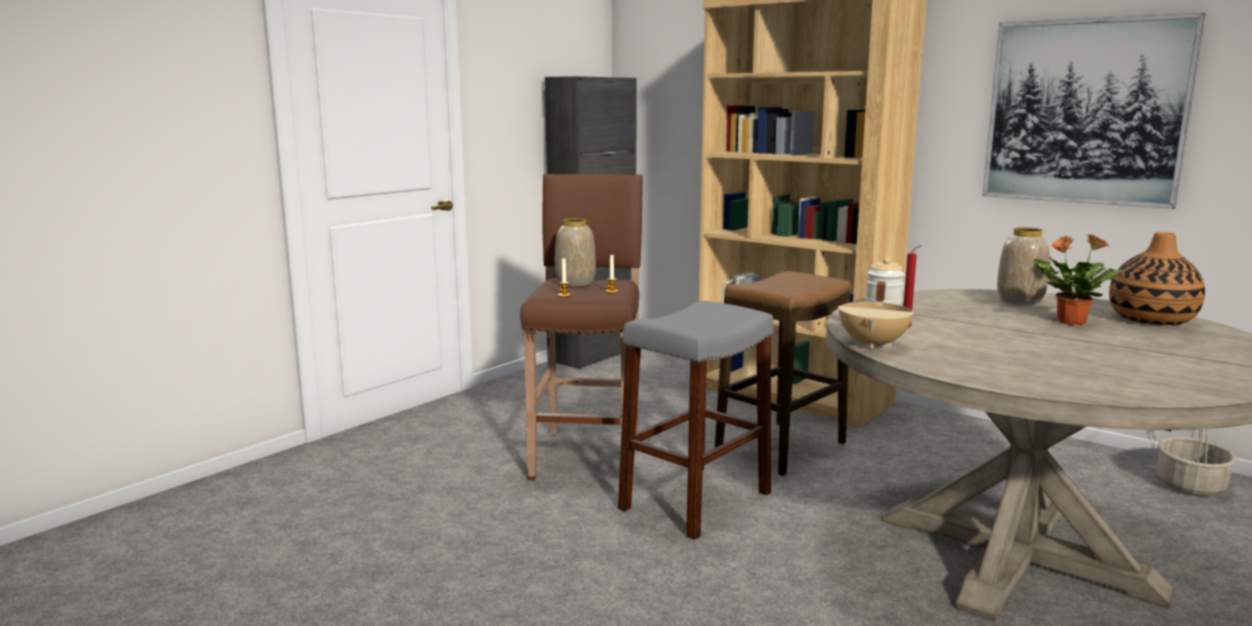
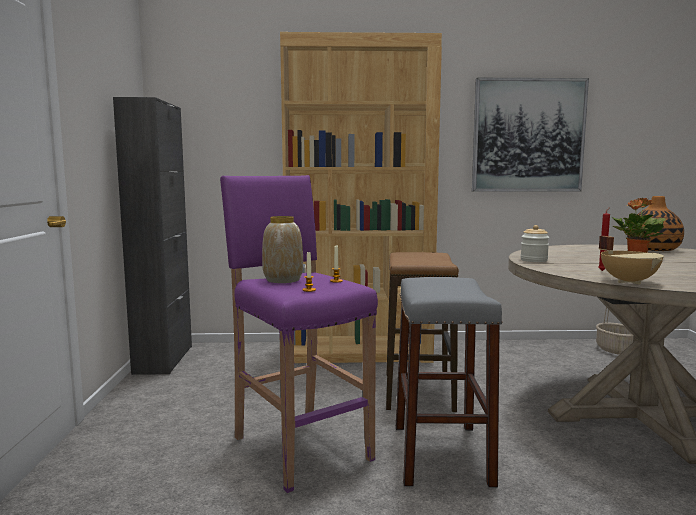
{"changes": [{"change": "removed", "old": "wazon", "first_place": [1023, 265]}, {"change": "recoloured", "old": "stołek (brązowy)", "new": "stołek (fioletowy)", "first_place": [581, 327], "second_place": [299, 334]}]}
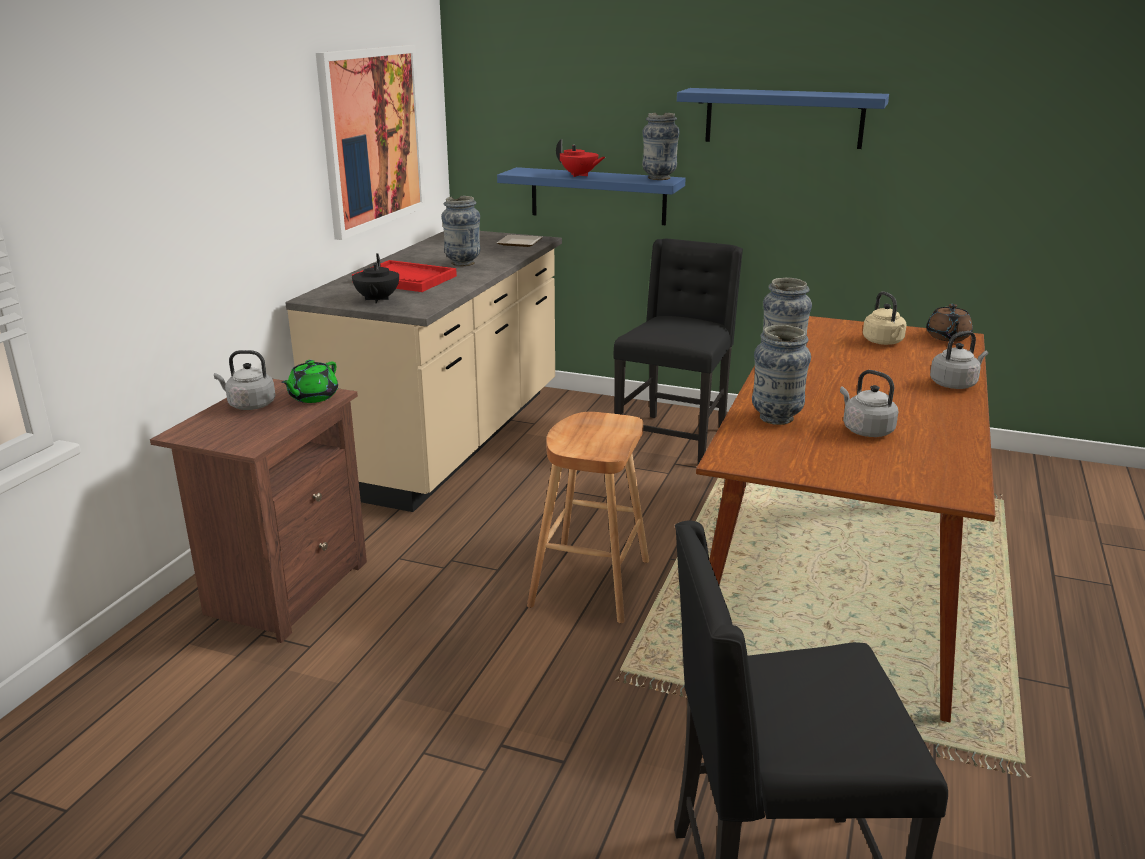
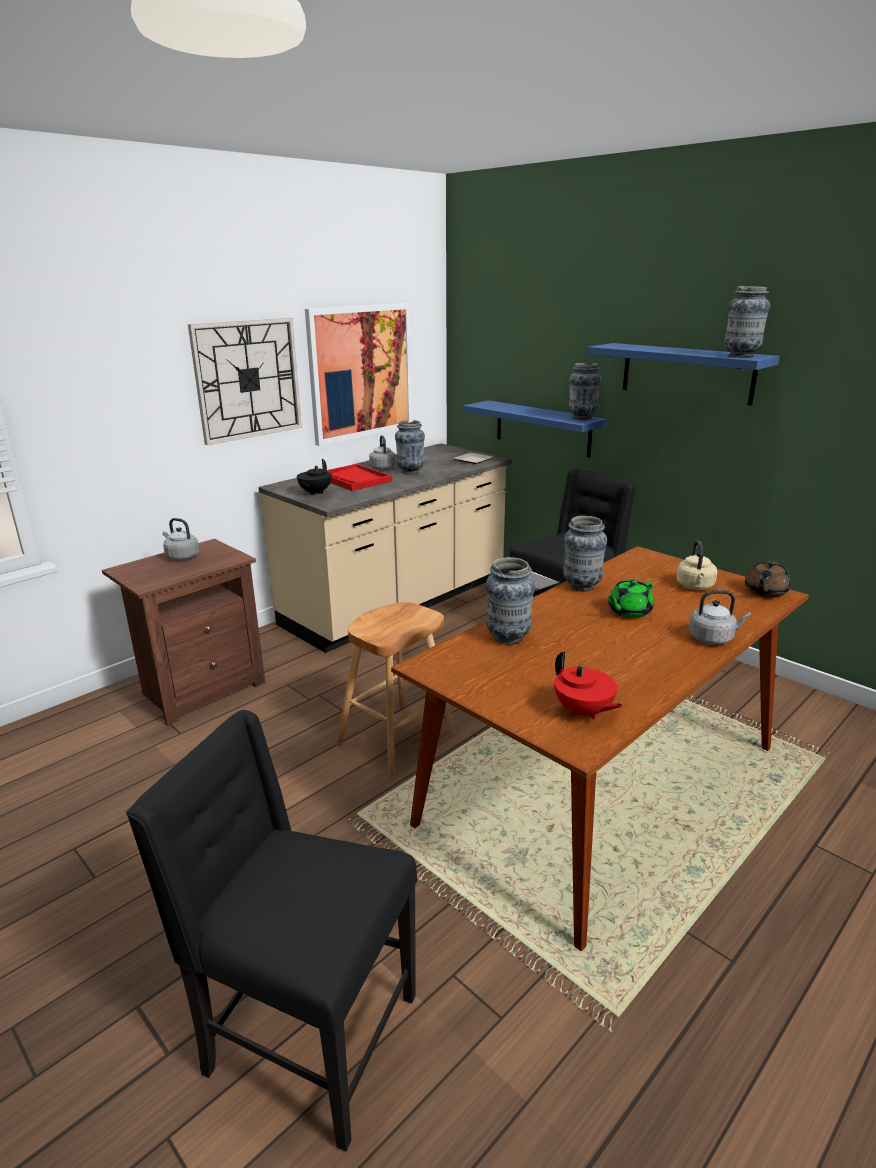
{"changes": [{"change": "added", "new": "zegar ścienny", "second_place": [245, 381]}, {"change": "added", "new": "wazon", "second_place": [747, 322]}, {"change": "moved", "old": "imbryk (zielony)", "first_place": [309, 381], "second_place": [631, 598]}, {"change": "moved", "old": "imbryk (czerwony)", "first_place": [580, 158], "second_place": [588, 685]}, {"change": "moved", "old": "czajnik (szary)", "first_place": [869, 403], "second_place": [382, 452]}]}
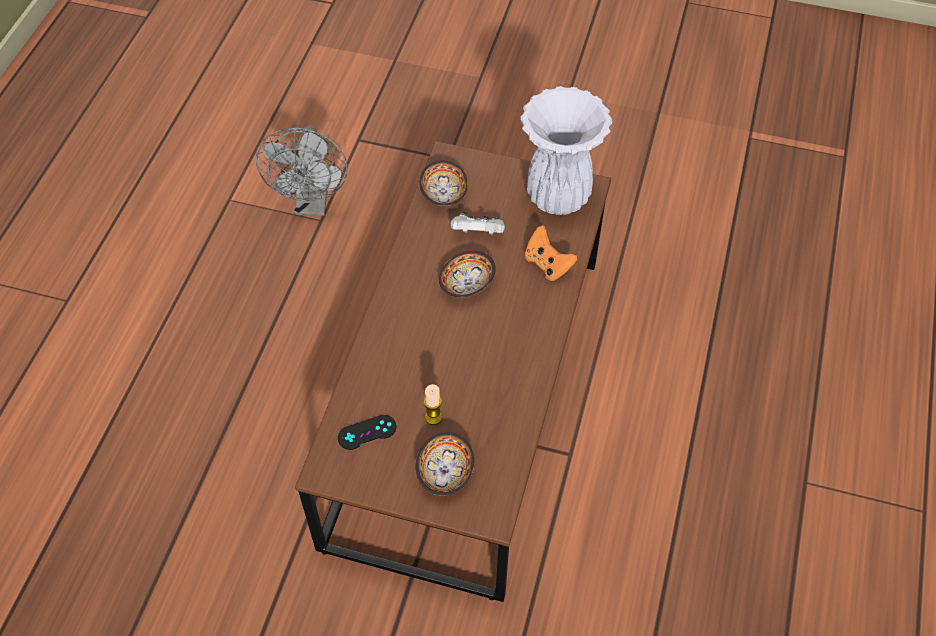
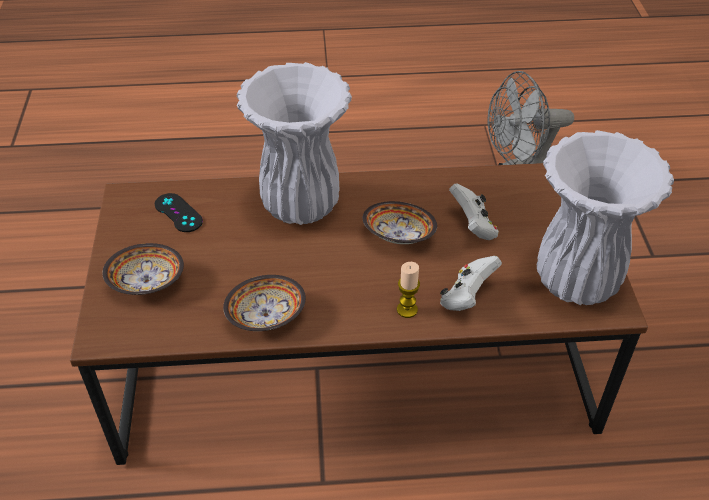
{"changes": [{"change": "added", "new": "wazon (biały)", "second_place": [294, 143]}, {"change": "moved", "old": "miska", "first_place": [443, 183], "second_place": [264, 303]}, {"change": "moved", "old": "świeca", "first_place": [433, 404], "second_place": [408, 290]}, {"change": "recoloured", "old": "pad do gier (pomarańczowy)", "new": "pad do gier (biały)", "first_place": [551, 253], "second_place": [471, 283]}]}
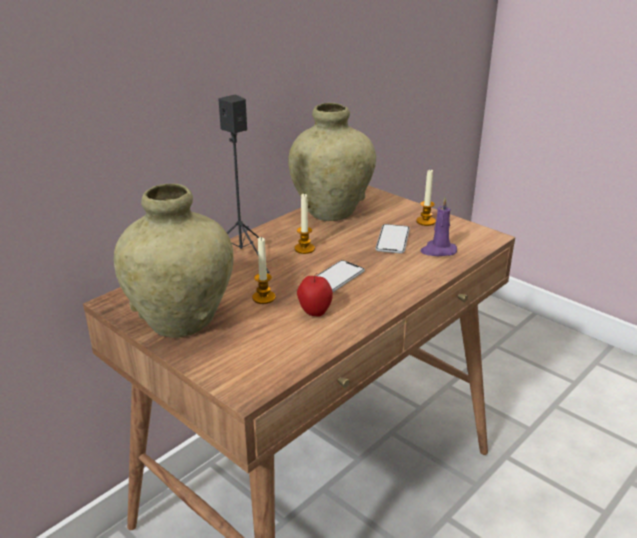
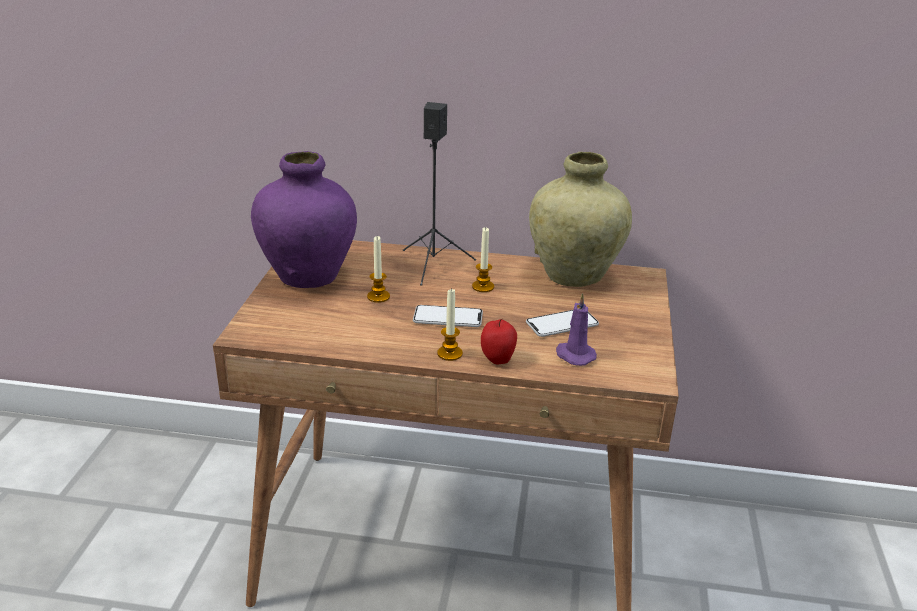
{"changes": [{"change": "moved", "old": "jabłko", "first_place": [315, 295], "second_place": [499, 341]}, {"change": "moved", "old": "świeca", "first_place": [426, 197], "second_place": [450, 324]}, {"change": "recoloured", "old": "wazon (beżowy)", "new": "wazon (fioletowy)", "first_place": [173, 261], "second_place": [304, 219]}]}
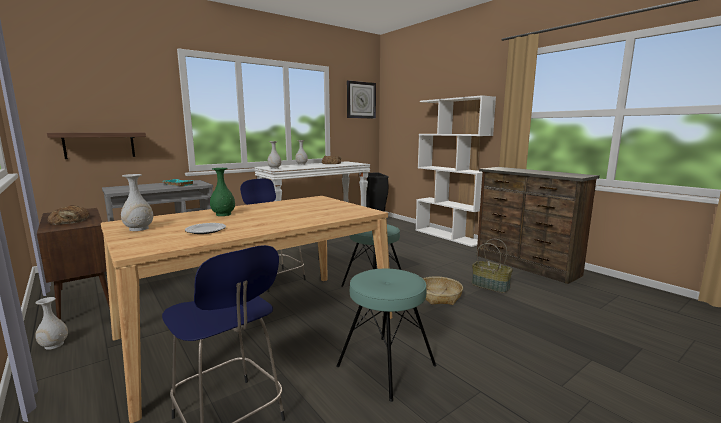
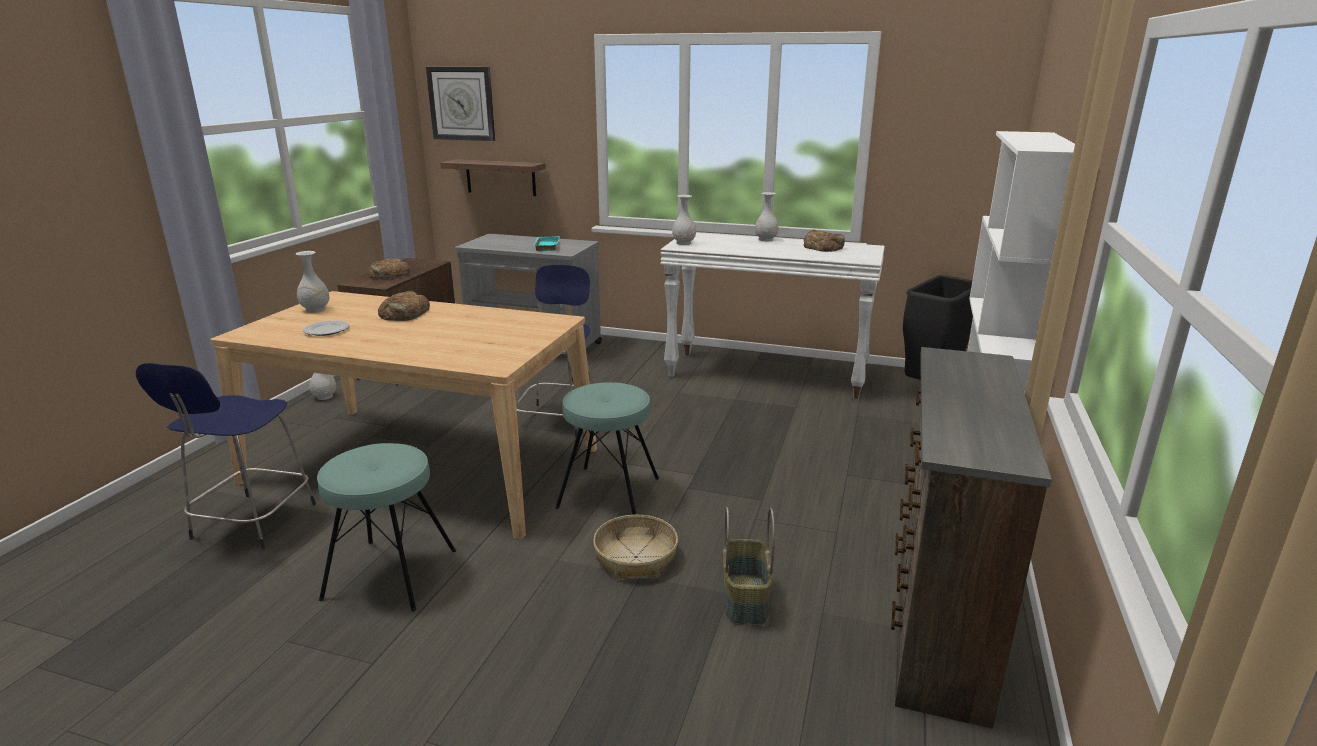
{"changes": [{"change": "moved", "old": "zegar ścienny", "first_place": [361, 99], "second_place": [460, 104]}, {"change": "replaced", "old": "wazon (zielony)", "new": "chleb", "first_place": [222, 192], "second_place": [404, 306]}]}
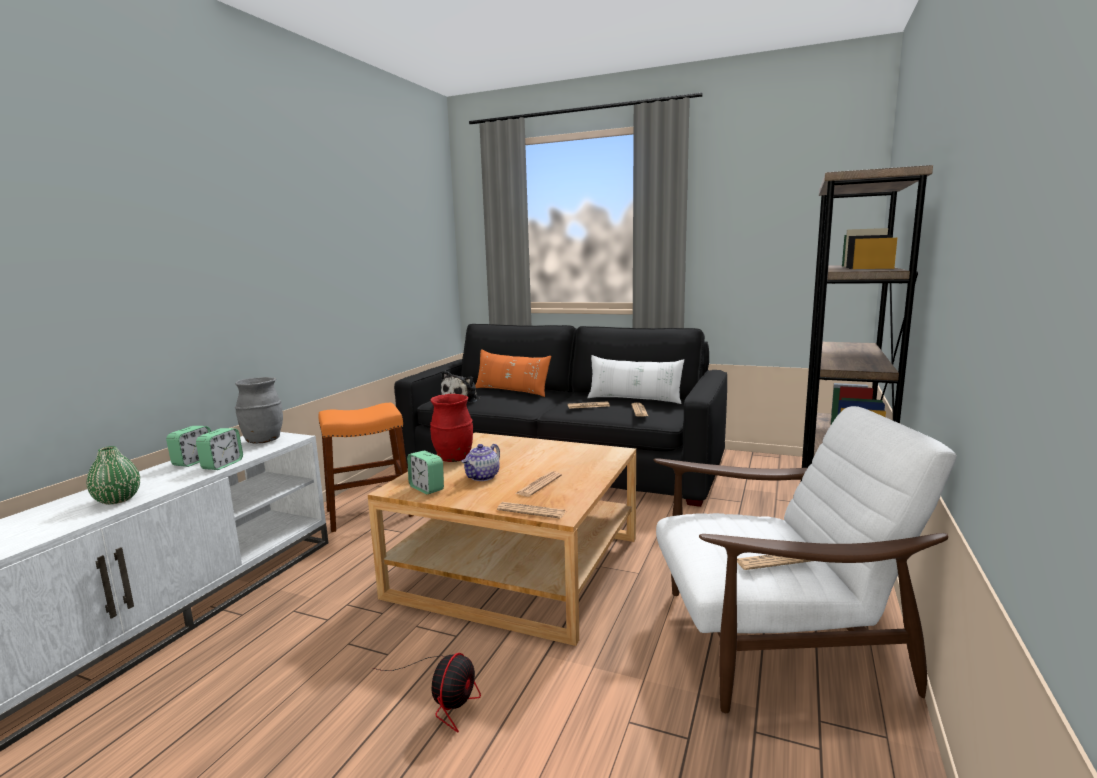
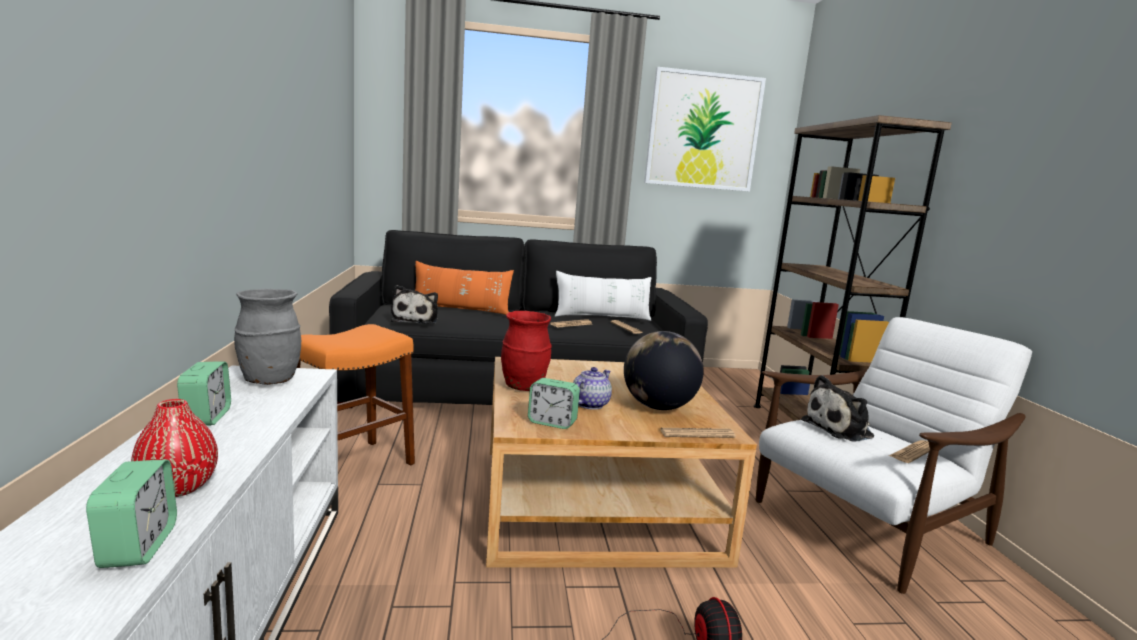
{"changes": [{"change": "added", "new": "obraz", "second_place": [705, 129]}, {"change": "added", "new": "pluszak", "second_place": [837, 408]}, {"change": "moved", "old": "budzik", "first_place": [219, 449], "second_place": [131, 513]}, {"change": "replaced", "old": "gazeta", "new": "globus", "first_place": [538, 484], "second_place": [664, 370]}, {"change": "recoloured", "old": "wazon (zielony)", "new": "wazon (czerwony)", "first_place": [113, 475], "second_place": [174, 448]}, {"change": "turned", "old": "imbryk", "first_place": [480, 462], "second_place": [592, 388], "degrees": -150}]}
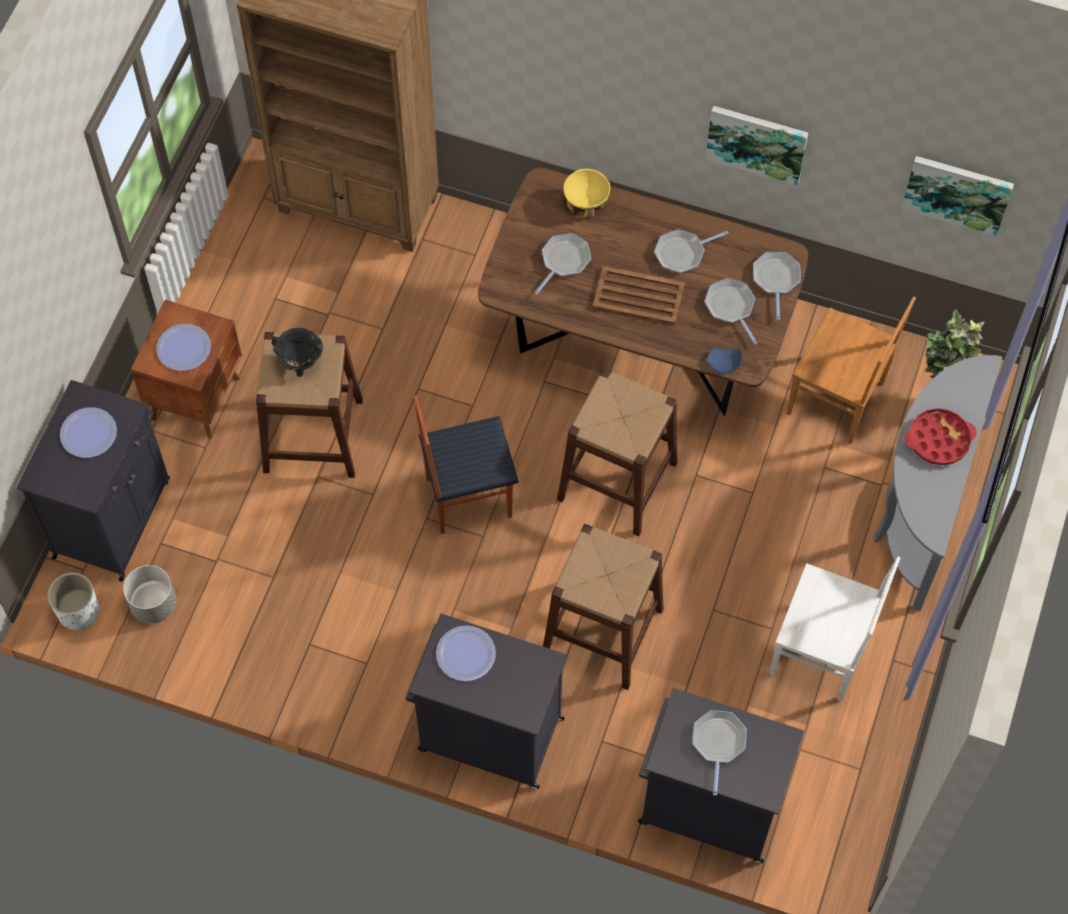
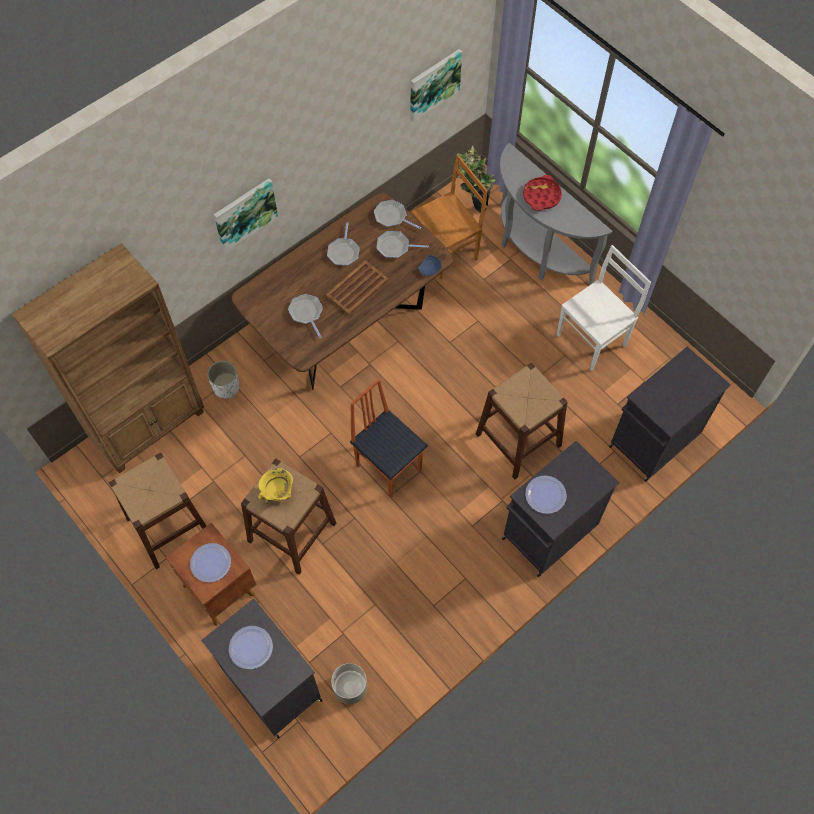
{"changes": [{"change": "removed", "old": "miska (żółty)", "first_place": [586, 193]}, {"change": "removed", "old": "patelnia", "first_place": [719, 752]}, {"change": "moved", "old": "donica (biały)", "first_place": [73, 601], "second_place": [223, 380]}, {"change": "moved", "old": "stołek (brązowy)", "first_place": [617, 452], "second_place": [157, 511]}, {"change": "moved", "old": "obraz", "first_place": [756, 146], "second_place": [246, 215]}, {"change": "recoloured", "old": "garnek (czarny)", "new": "garnek (żółty)", "first_place": [297, 352], "second_place": [275, 486]}, {"change": "turned", "old": "krzesło", "first_place": [466, 465], "second_place": [389, 438], "degrees": 120}]}
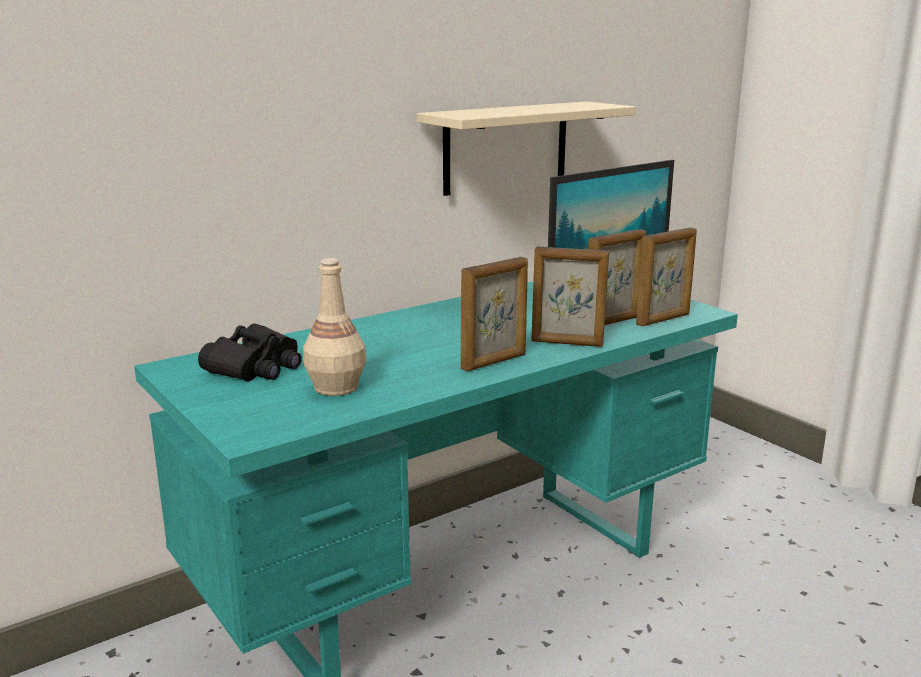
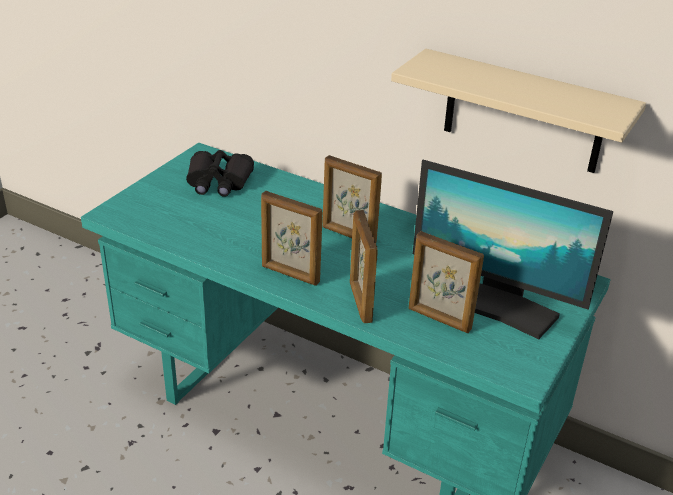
{"changes": [{"change": "removed", "old": "butelka (beżowy)", "first_place": [334, 327]}, {"change": "moved", "old": "ramka na zdjęcie", "first_place": [666, 276], "second_place": [352, 199]}]}
